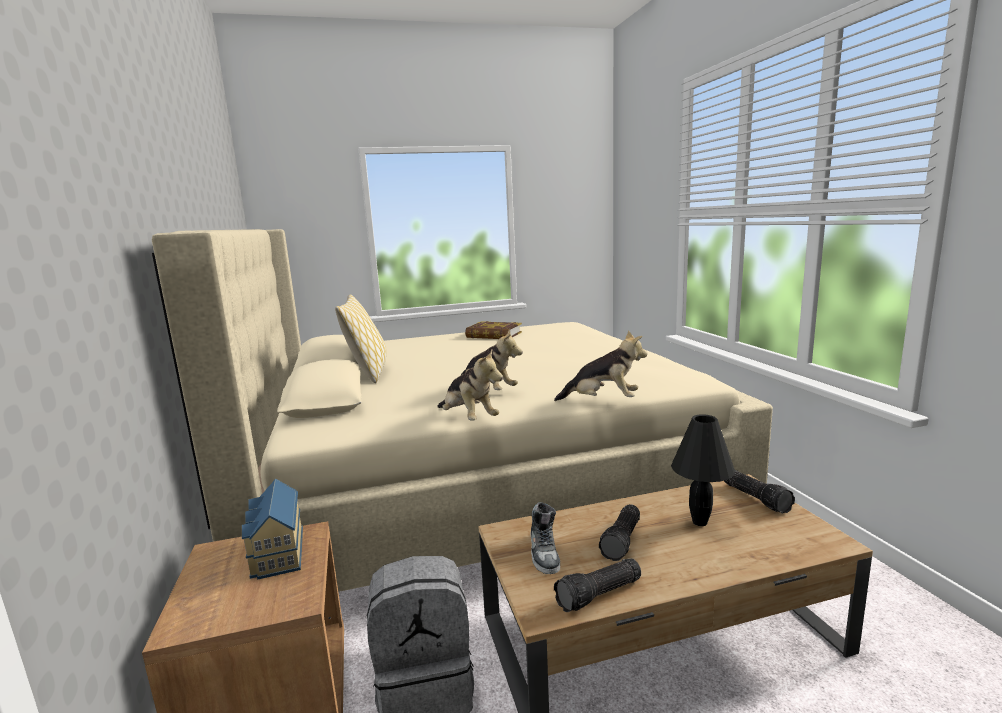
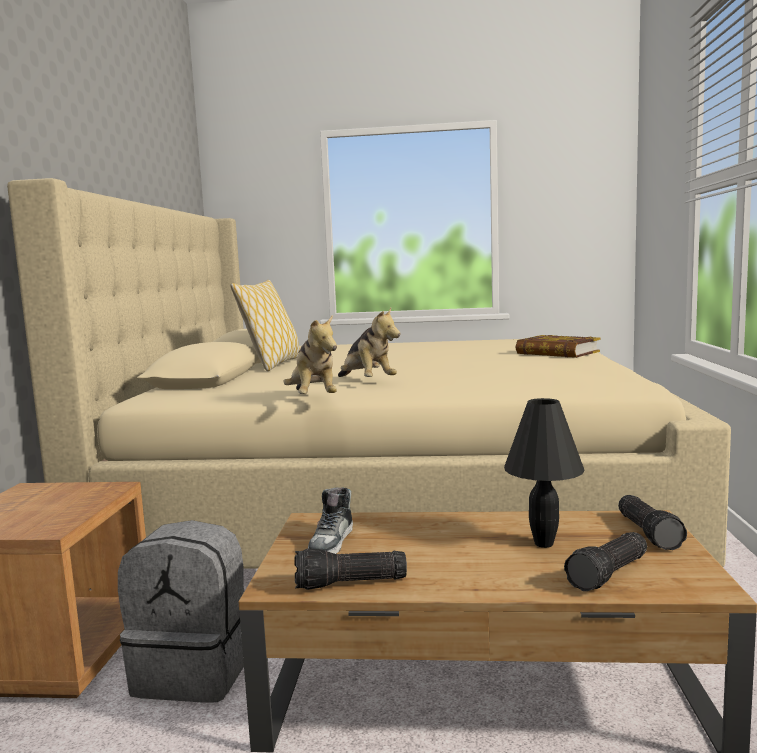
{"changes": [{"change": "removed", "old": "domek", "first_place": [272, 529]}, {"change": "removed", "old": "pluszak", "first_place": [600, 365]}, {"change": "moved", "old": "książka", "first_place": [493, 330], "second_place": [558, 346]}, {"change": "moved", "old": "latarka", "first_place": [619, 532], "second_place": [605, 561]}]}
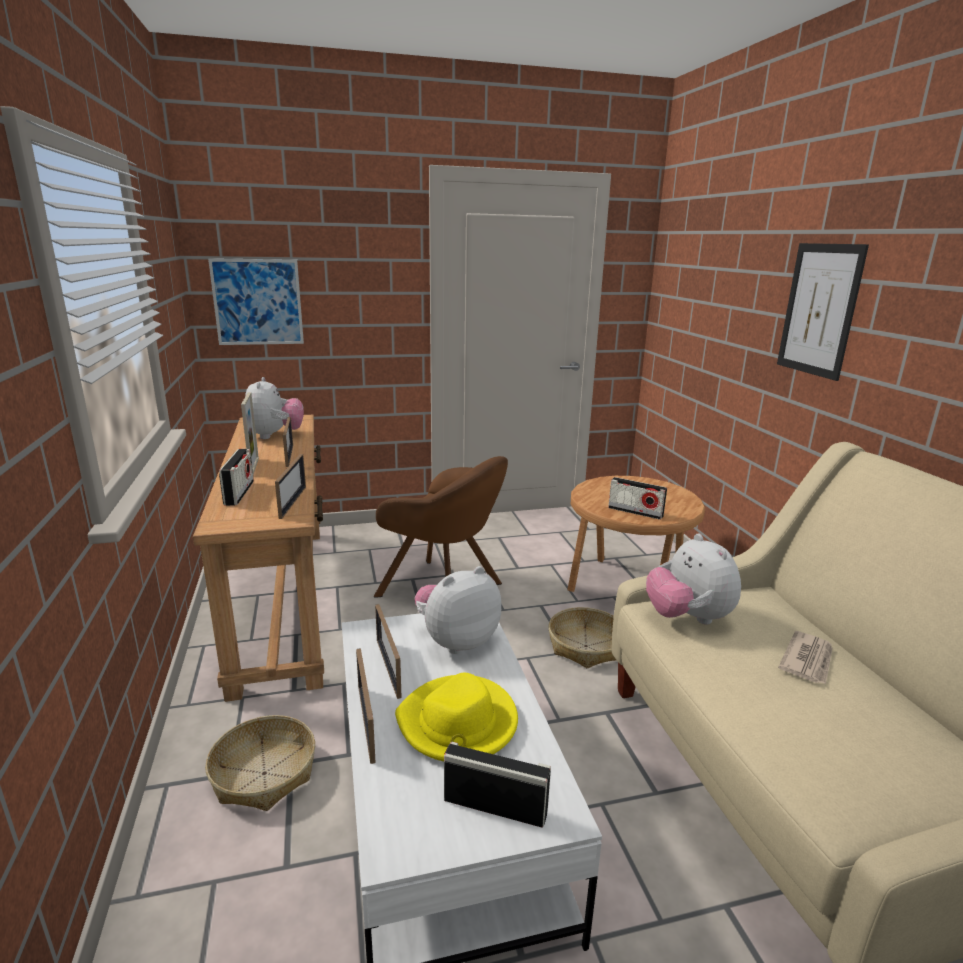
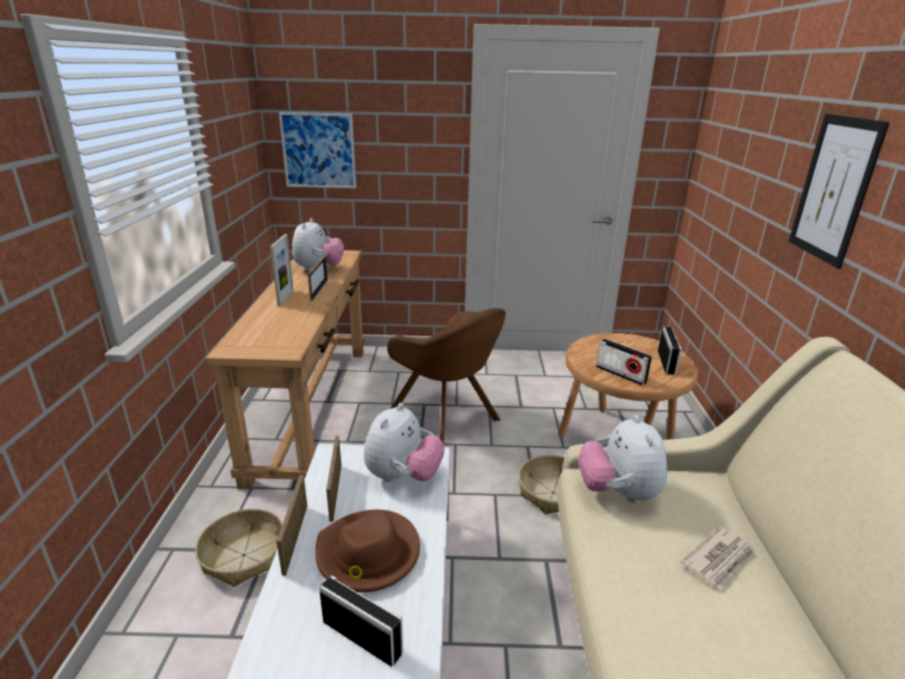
{"changes": [{"change": "removed", "old": "ramka na zdjęcie", "first_place": [290, 486]}, {"change": "moved", "old": "radio", "first_place": [236, 477], "second_place": [670, 351]}, {"change": "recoloured", "old": "kapelusz (żółty)", "new": "kapelusz (brązowy)", "first_place": [456, 717], "second_place": [367, 551]}, {"change": "turned", "old": "pluszak", "first_place": [458, 610], "second_place": [404, 442], "degrees": 135}]}
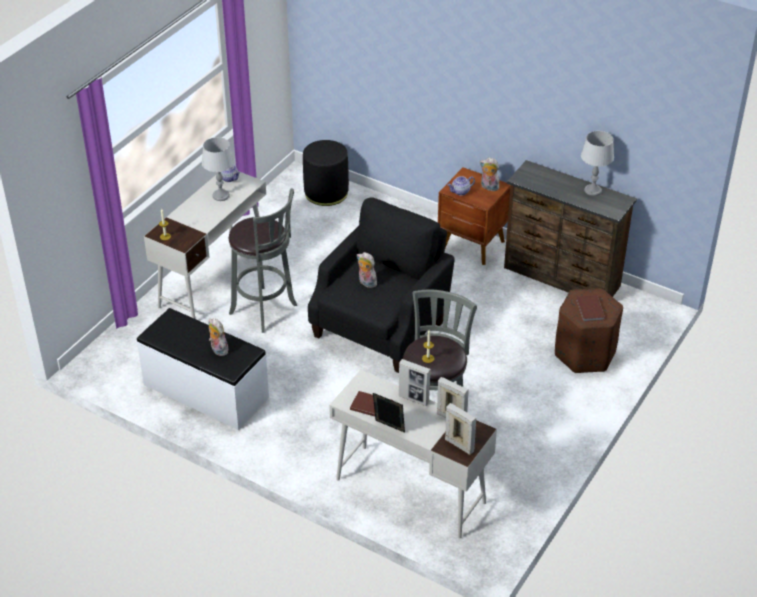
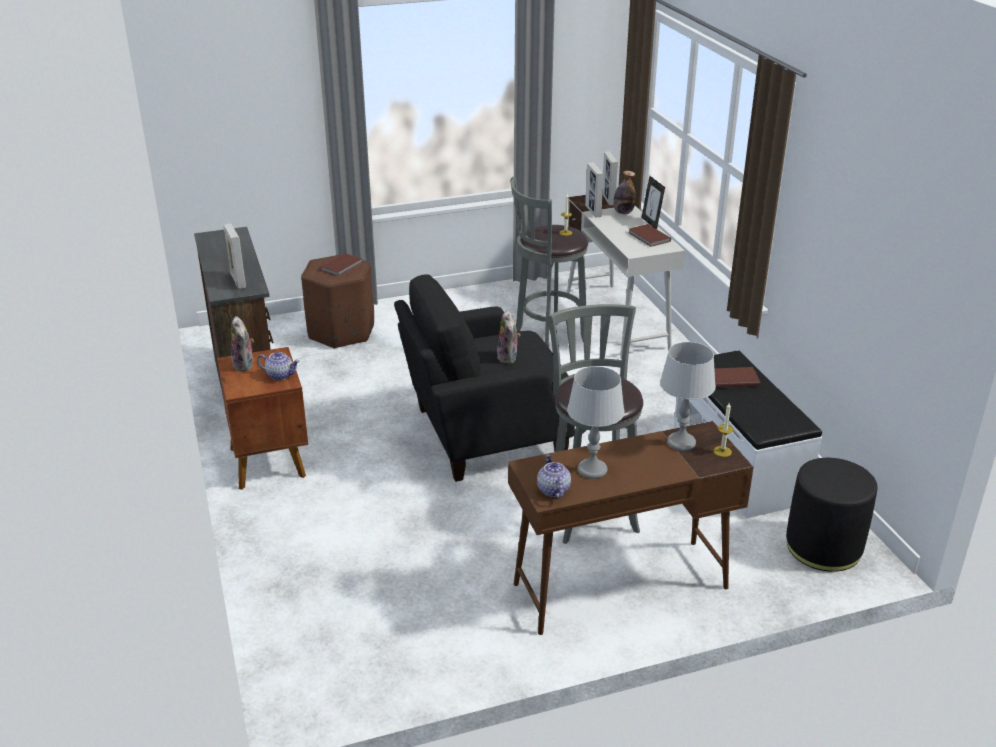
{"changes": [{"change": "added", "new": "butelka", "second_place": [625, 192]}, {"change": "moved", "old": "pufa (czarny)", "first_place": [326, 173], "second_place": [831, 515]}, {"change": "moved", "old": "ramka na zdjęcie", "first_place": [415, 382], "second_place": [234, 256]}, {"change": "moved", "old": "lampa stołowa (szary)", "first_place": [597, 163], "second_place": [688, 396]}, {"change": "replaced", "old": "pluszak", "new": "książka (brązowy)", "first_place": [218, 337], "second_place": [737, 377]}, {"change": "recoloured", "old": "biurko (biały)", "new": "biurko (brązowy)", "first_place": [205, 245], "second_place": [630, 528]}]}
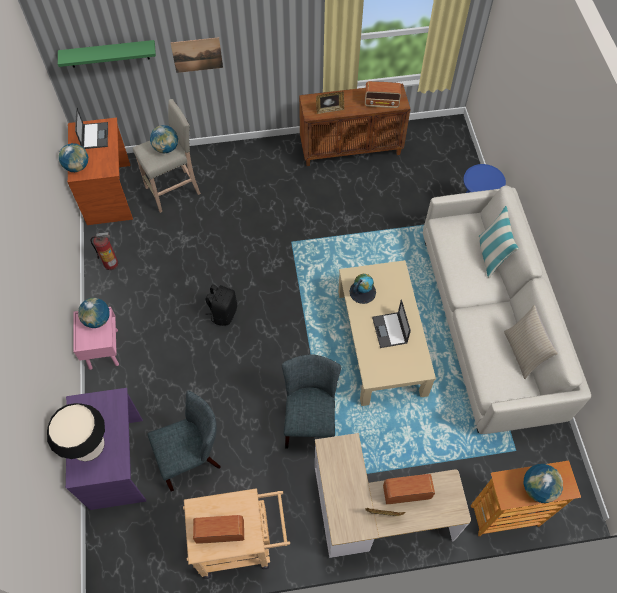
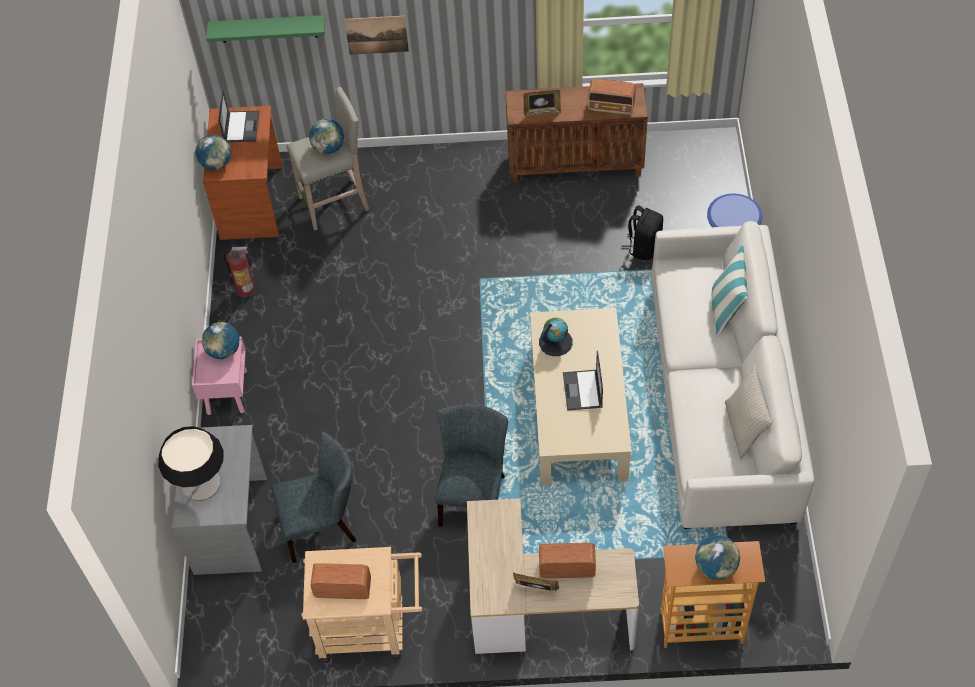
{"changes": [{"change": "moved", "old": "plecak (czarny)", "first_place": [221, 305], "second_place": [642, 232]}, {"change": "recoloured", "old": "biurko (fioletowy)", "new": "biurko (szary)", "first_place": [105, 449], "second_place": [219, 500]}]}
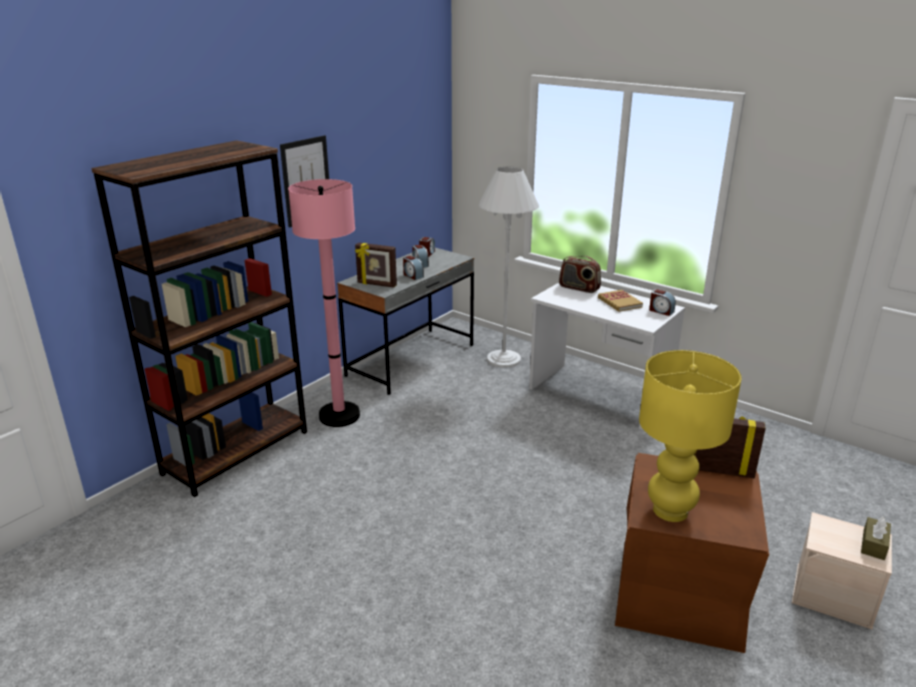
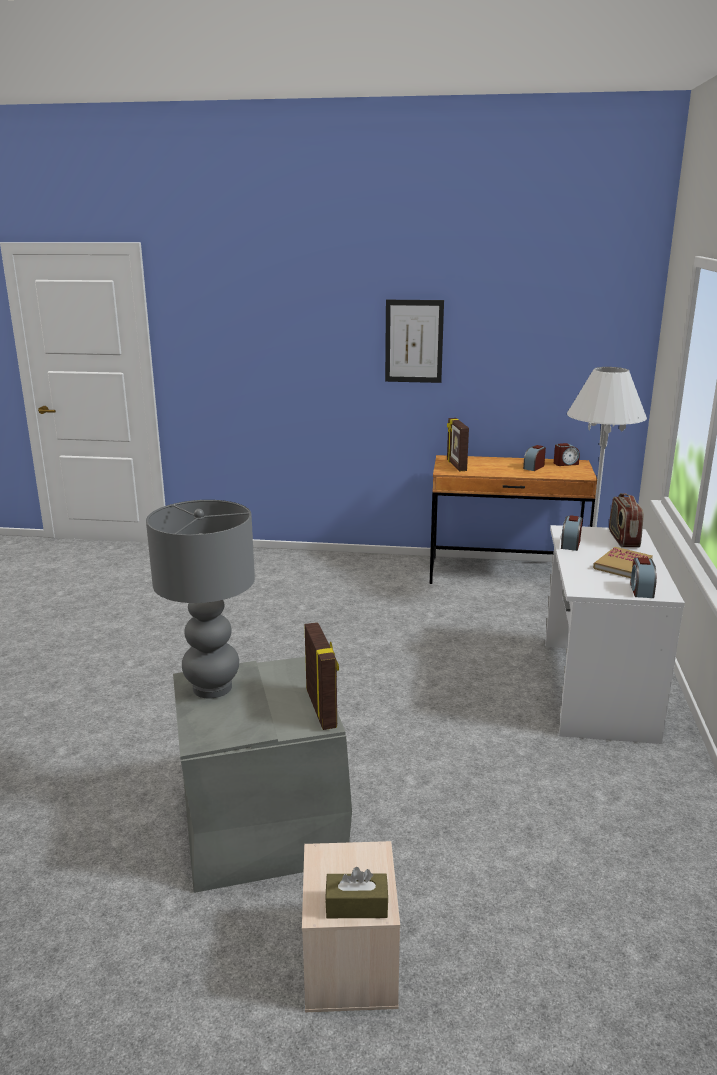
{"changes": [{"change": "removed", "old": "regał (brązowy)", "first_place": [199, 318]}, {"change": "removed", "old": "lampa stojąca (różowy)", "first_place": [324, 303]}, {"change": "moved", "old": "budzik", "first_place": [413, 268], "second_place": [572, 533]}, {"change": "recoloured", "old": "biurko (szary)", "new": "biurko (brązowy)", "first_place": [405, 321], "second_place": [513, 519]}, {"change": "recoloured", "old": "pojemnik do przechowywania (brązowy)", "new": "pojemnik do przechowywania (szary)", "first_place": [692, 553], "second_place": [262, 775]}, {"change": "recoloured", "old": "lampa stołowa (żółty)", "new": "lampa stołowa (szary)", "first_place": [690, 436], "second_place": [200, 599]}]}
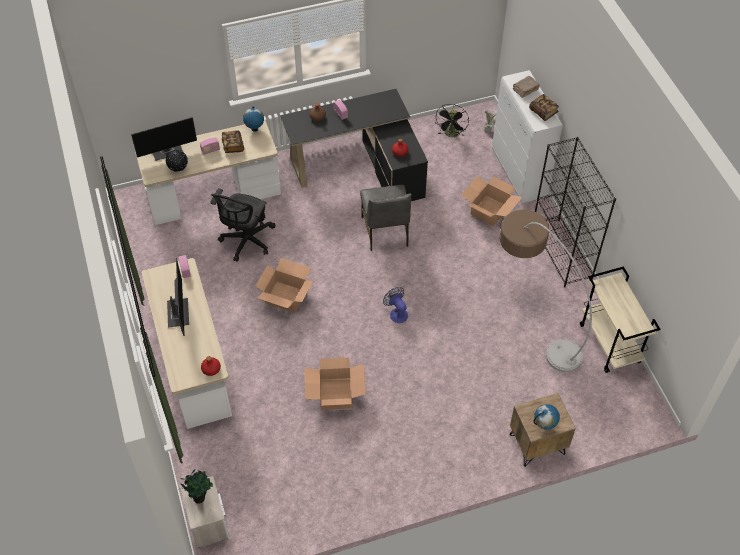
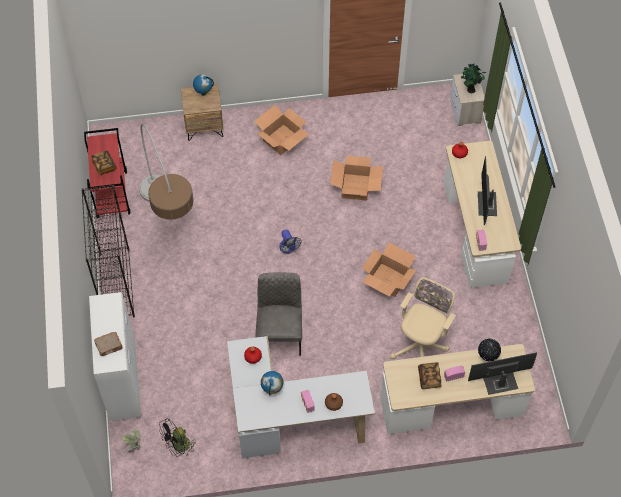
{"changes": [{"change": "moved", "old": "globus", "first_place": [253, 119], "second_place": [272, 383]}, {"change": "moved", "old": "karton", "first_place": [491, 201], "second_place": [282, 130]}, {"change": "moved", "old": "książka", "first_place": [544, 107], "second_place": [104, 162]}, {"change": "recoloured", "old": "krzesło biurowe (czarny)", "new": "krzesło biurowe (beżowy)", "first_place": [242, 225], "second_place": [423, 318]}, {"change": "recoloured", "old": "biurko (czarny)", "new": "biurko (biały)", "first_place": [354, 145], "second_place": [301, 397]}, {"change": "recoloured", "old": "wózek (beżowy)", "new": "wózek (czerwony)", "first_place": [620, 319], "second_place": [107, 173]}, {"change": "turned", "old": "wentylator (czarny)", "first_place": [452, 120], "second_place": [177, 437], "degrees": -150}]}
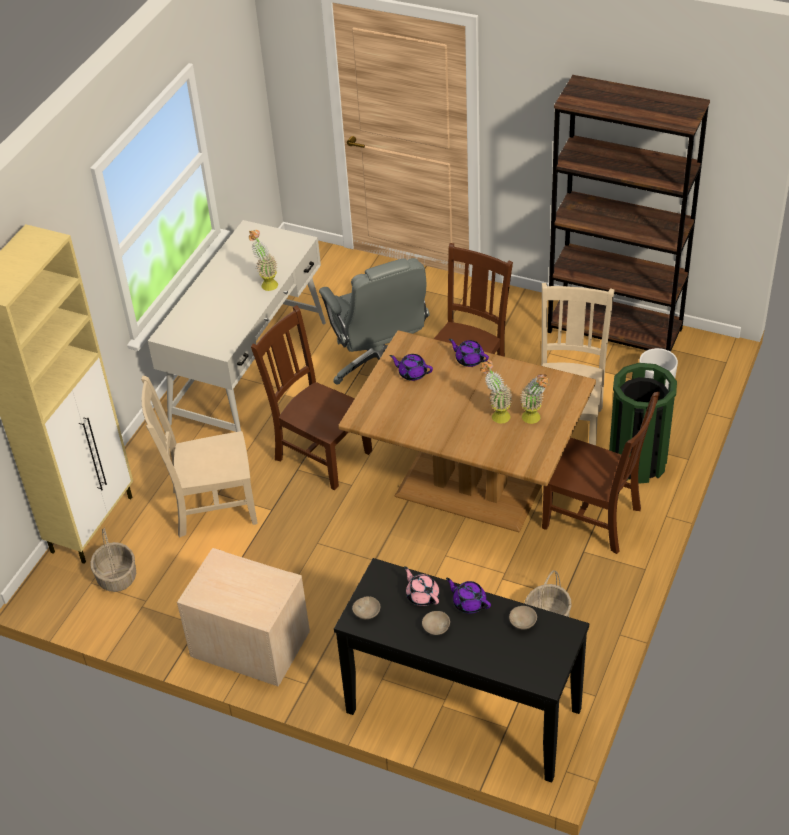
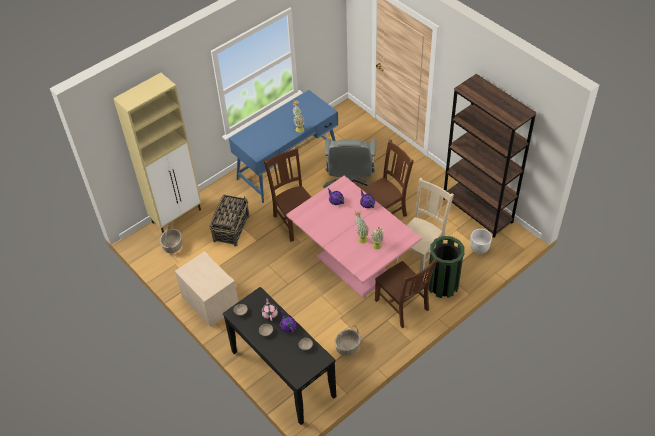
{"changes": [{"change": "replaced", "old": "krzesło (beżowy)", "new": "koszyk", "first_place": [199, 456], "second_place": [229, 220]}, {"change": "recoloured", "old": "biurko (biały)", "new": "biurko (niebieski)", "first_place": [237, 326], "second_place": [283, 146]}, {"change": "recoloured", "old": "stół jadalny (brązowy)", "new": "stół jadalny (różowy)", "first_place": [467, 431], "second_place": [354, 237]}]}
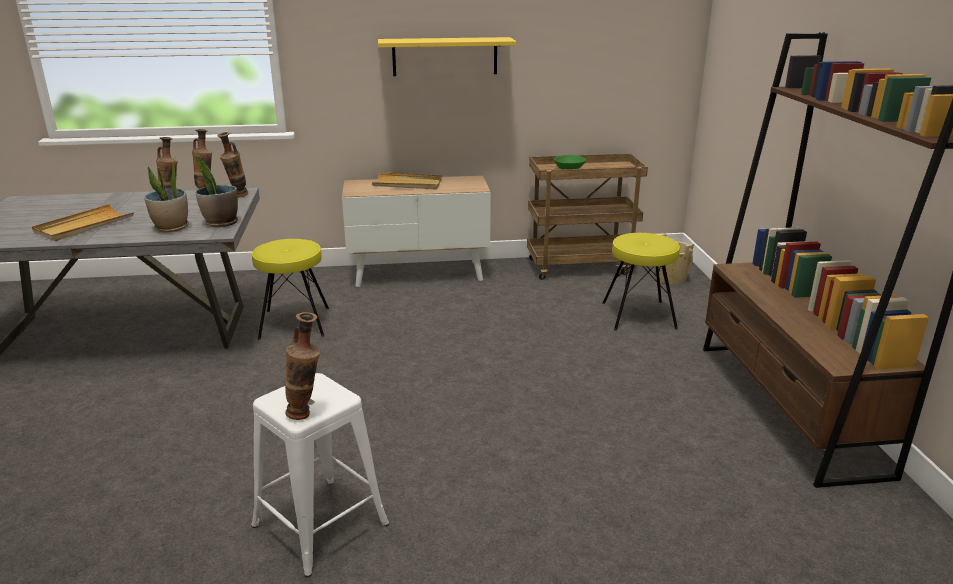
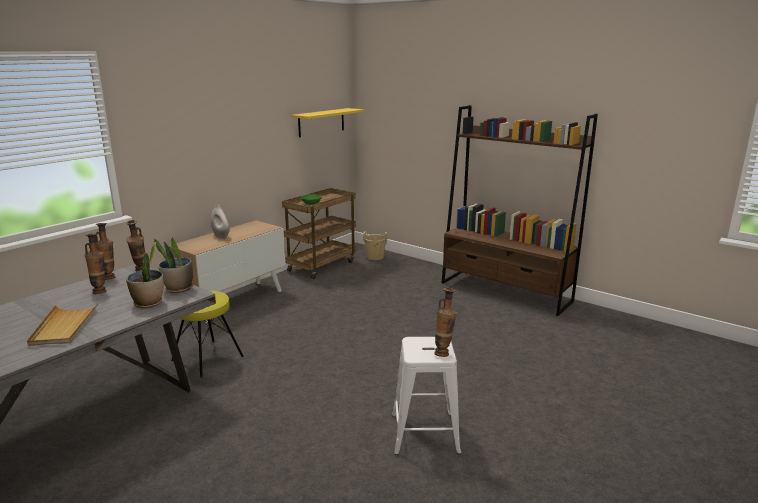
{"changes": [{"change": "removed", "old": "stołek (żółty)", "first_place": [641, 282]}, {"change": "moved", "old": "półka (żółty)", "first_place": [447, 56], "second_place": [328, 122]}, {"change": "replaced", "old": "taca (beżowy)", "new": "wazon (biały)", "first_place": [407, 180], "second_place": [220, 221]}]}
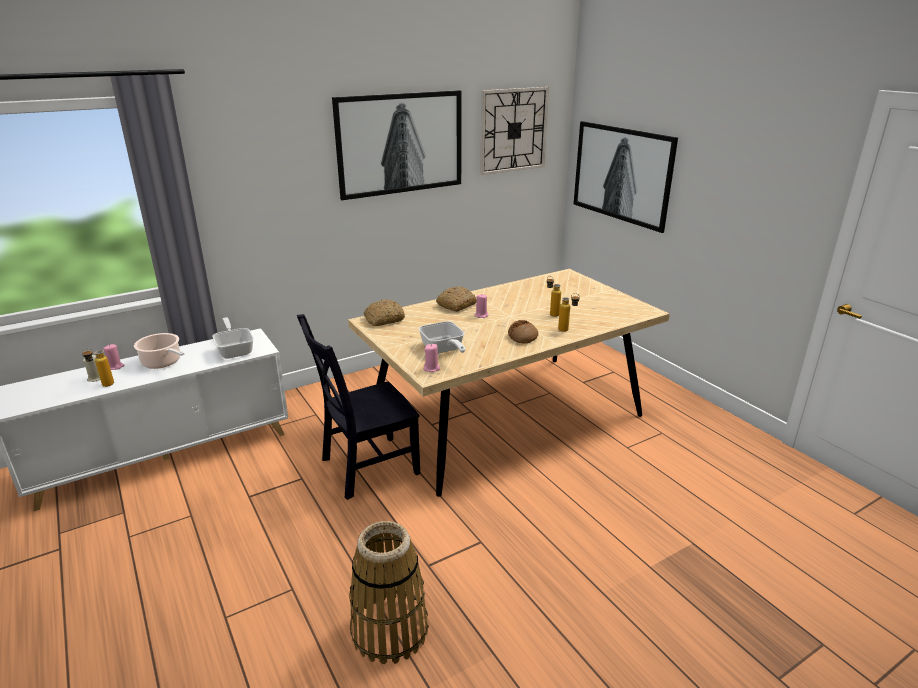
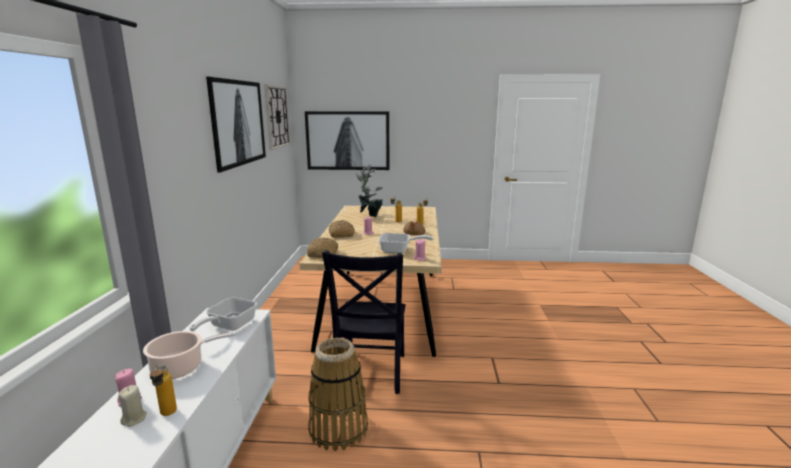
{"changes": [{"change": "added", "new": "roślina doniczkowa", "second_place": [369, 191]}, {"change": "moved", "old": "koszyk", "first_place": [388, 592], "second_place": [338, 394]}, {"change": "turned", "old": "patelnia", "first_place": [233, 338], "second_place": [223, 314], "degrees": -75}]}
